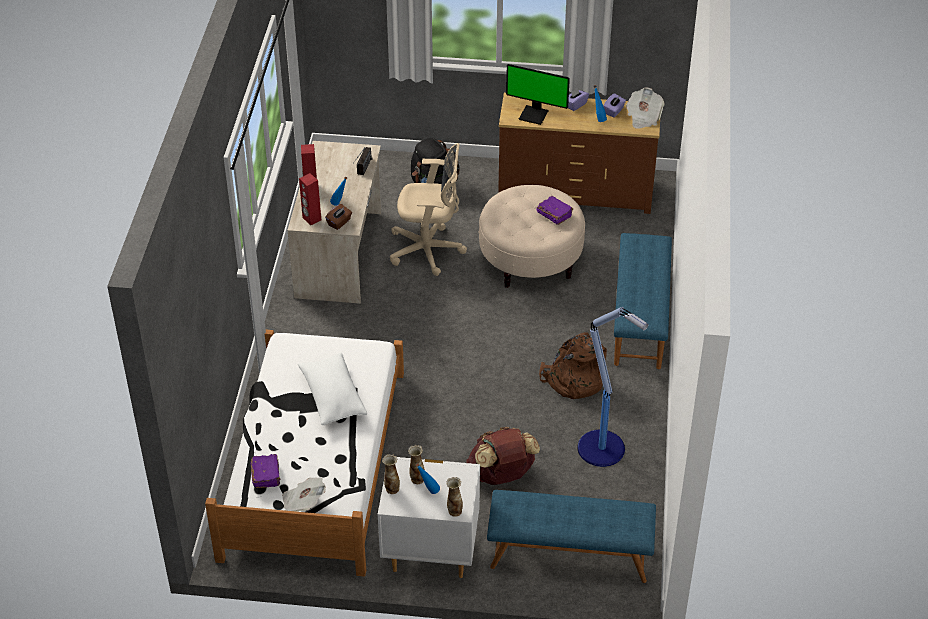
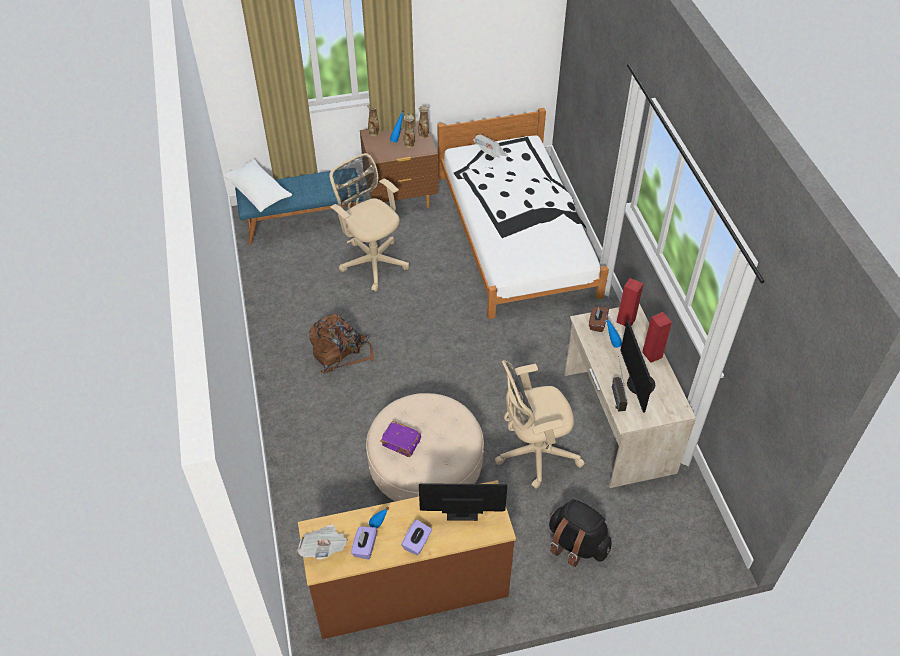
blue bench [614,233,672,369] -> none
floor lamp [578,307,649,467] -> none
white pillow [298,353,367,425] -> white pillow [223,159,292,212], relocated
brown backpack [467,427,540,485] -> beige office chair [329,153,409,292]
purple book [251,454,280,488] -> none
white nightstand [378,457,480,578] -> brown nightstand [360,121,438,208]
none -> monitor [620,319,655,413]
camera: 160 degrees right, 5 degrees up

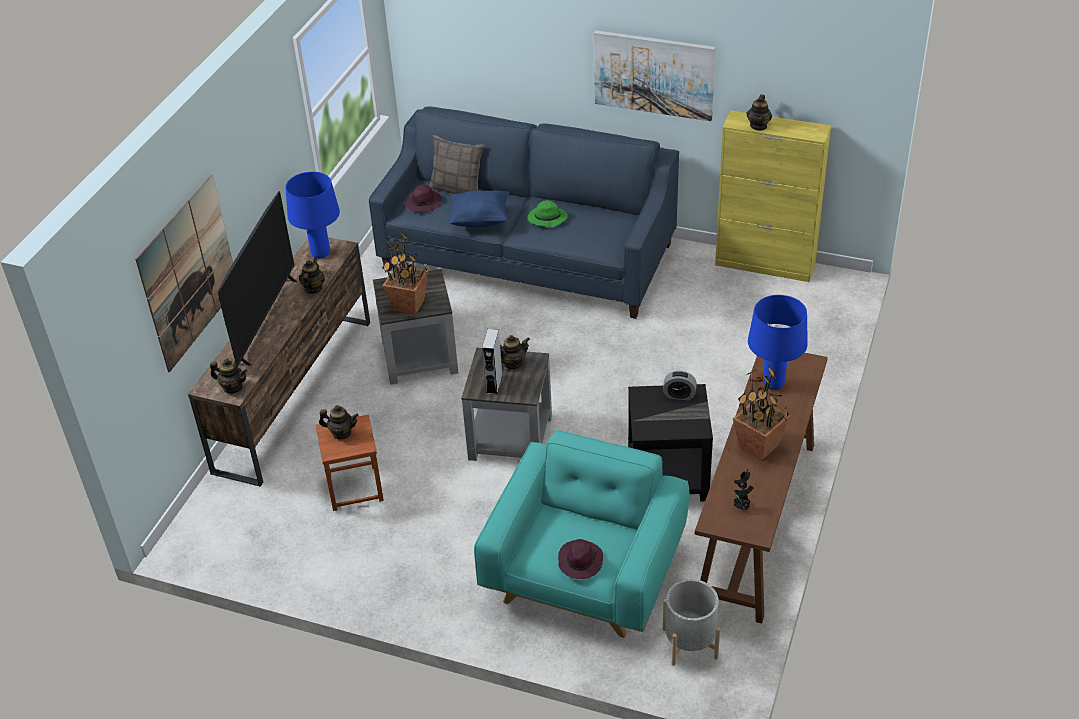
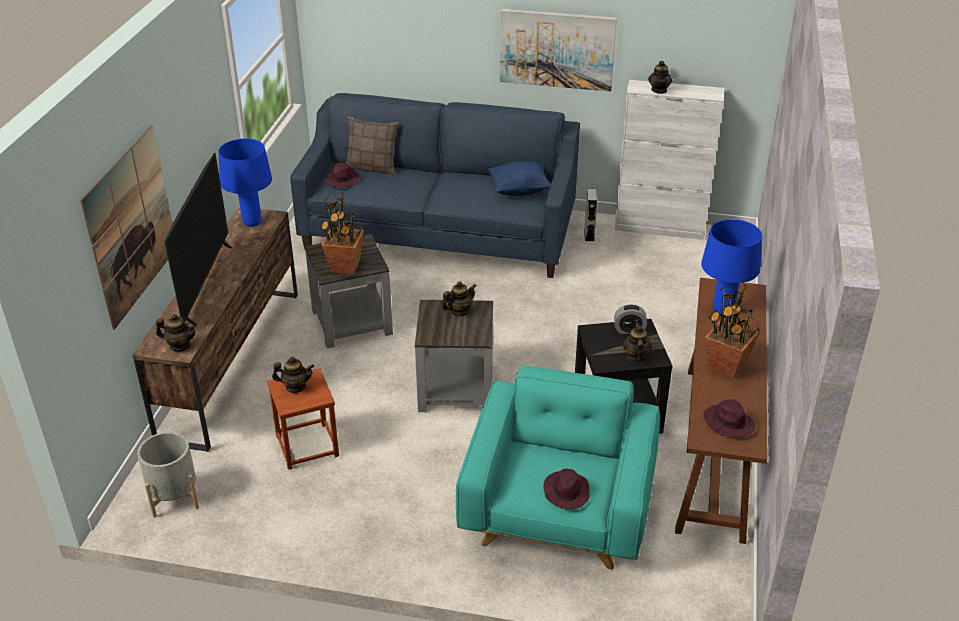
yellow cabinet [715,110,831,282] -> white cabinet [615,80,724,240]
blue pillow [449,191,510,228] -> blue pillow [488,162,552,196], relocated
green hat [528,200,568,228] -> none
teapot [299,257,325,294] -> teapot [623,322,652,362], relocated
grey speaker [482,329,503,394] -> grey speaker [584,189,597,242], relocated
potted plant [734,469,754,510] -> purple hat [703,399,755,437]
grey planter [663,579,720,666] -> grey planter [138,432,199,518], relocated
camera: 10 degrees left, 5 degrees down

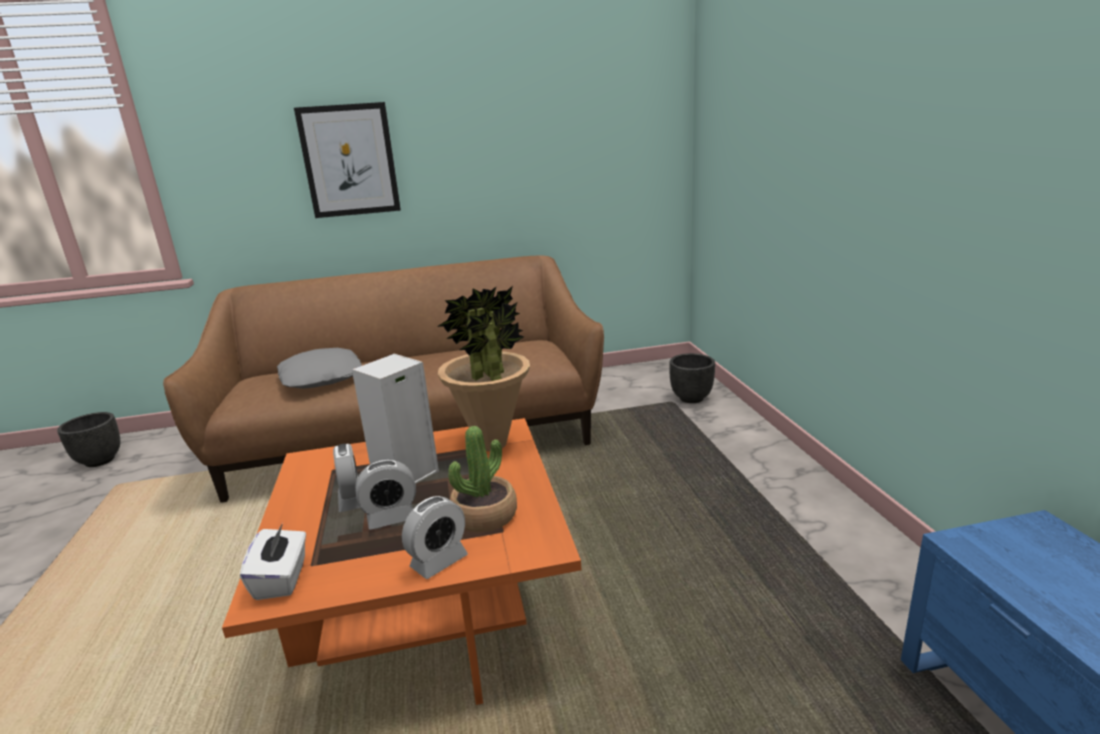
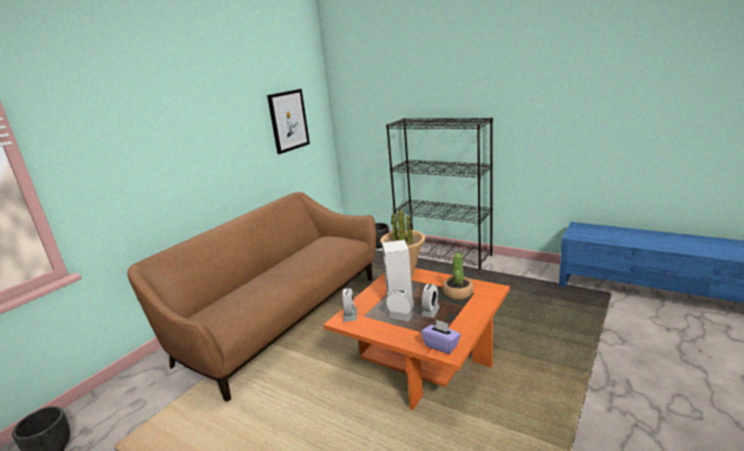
picture [294,102,401,218] -> picture [267,89,310,154], relocated
grey pillow [277,348,362,389] -> none
alarm clock [402,496,468,579] -> alarm clock [343,288,357,322], relocated
white tissue box [240,523,306,600] -> purple tissue box [421,319,461,354]
none -> black bookcase [386,117,493,270]
camera: 45 degrees left, 0 degrees up

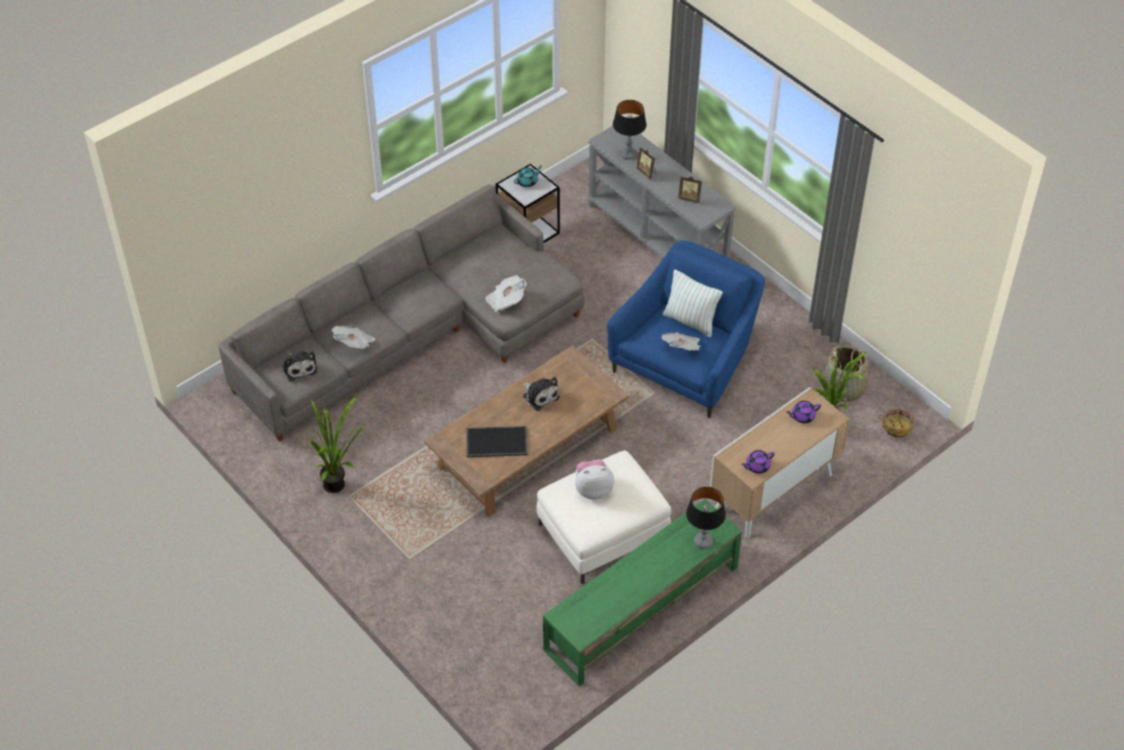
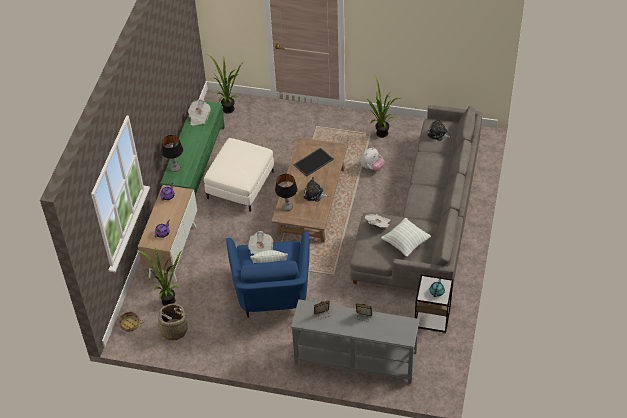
table lamp [613,100,647,160] -> table lamp [275,174,298,211], relocated
newspaper [332,326,375,349] -> newspaper [188,99,211,125], relocated
plush toy [575,459,614,500] -> plush toy [360,147,385,171], relocated
none -> potted plant [208,55,243,114]
none -> pillow [381,218,431,257]
camera: 145 degrees right, 0 degrees up

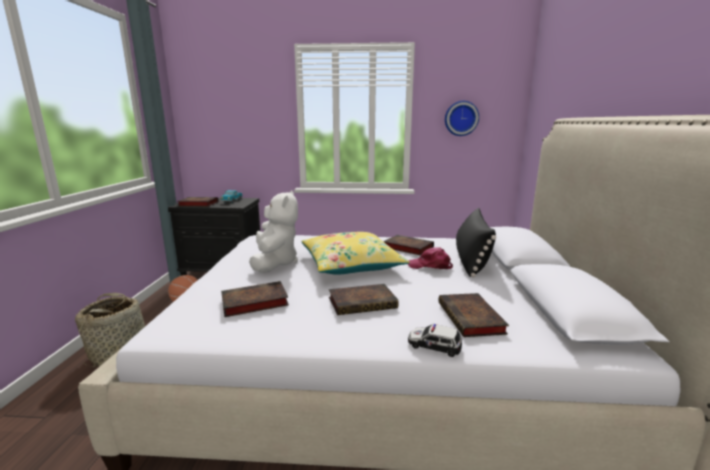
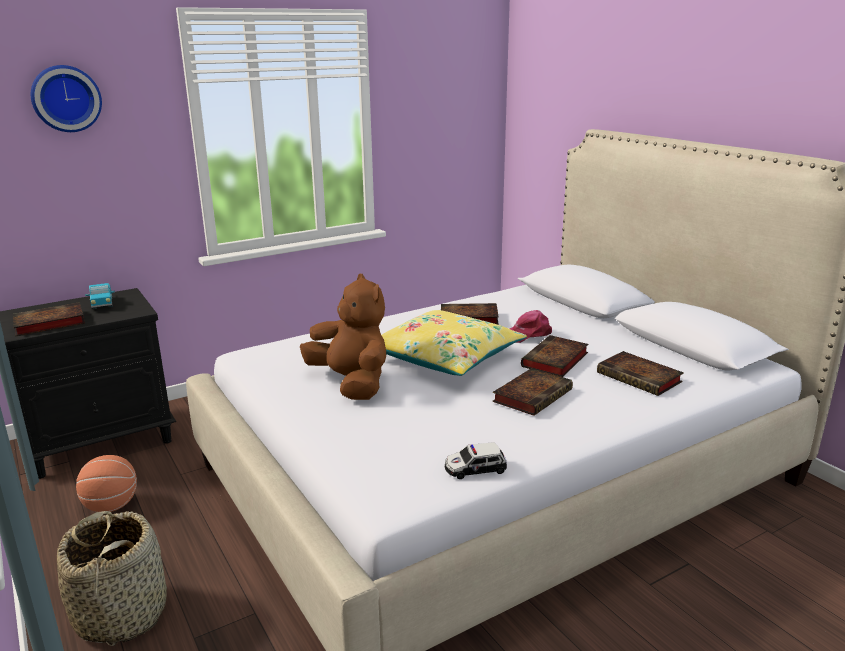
wall clock [445,101,479,136] -> wall clock [31,65,102,132], relocated
white plush toy [249,190,298,273] -> brown plush toy [300,274,386,400]
black pillow [456,208,496,278] -> none
book [221,281,289,317] -> book [521,335,588,377], relocated
toy car [408,324,462,357] -> toy car [445,442,507,479], relocated
camera: 35 degrees left, 5 degrees up

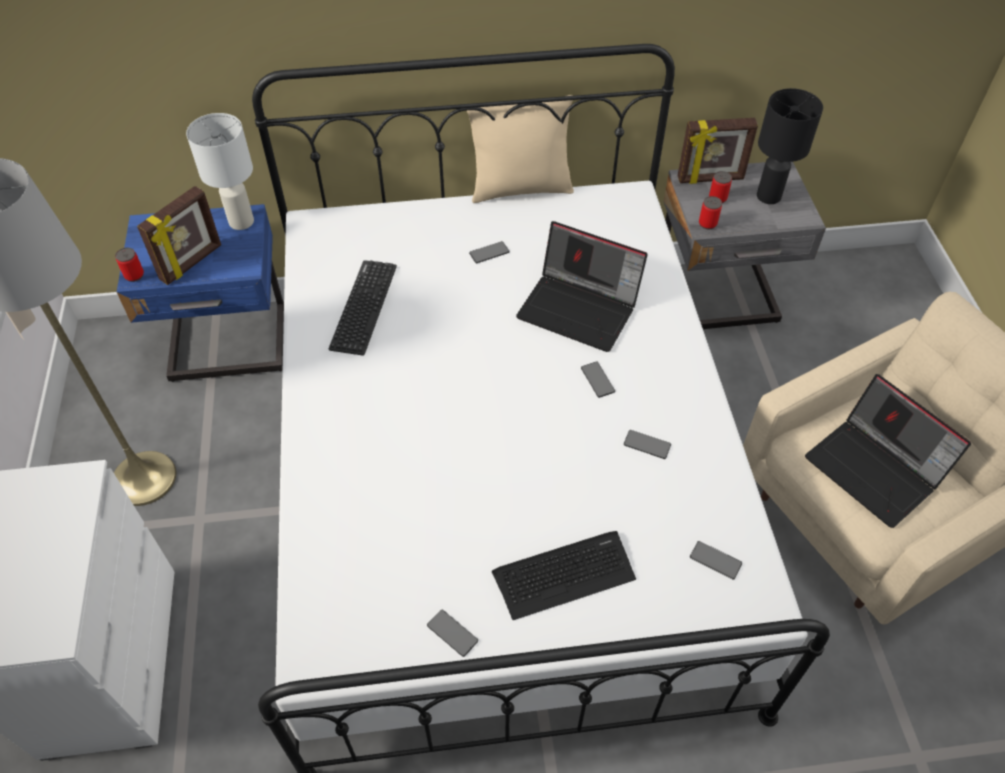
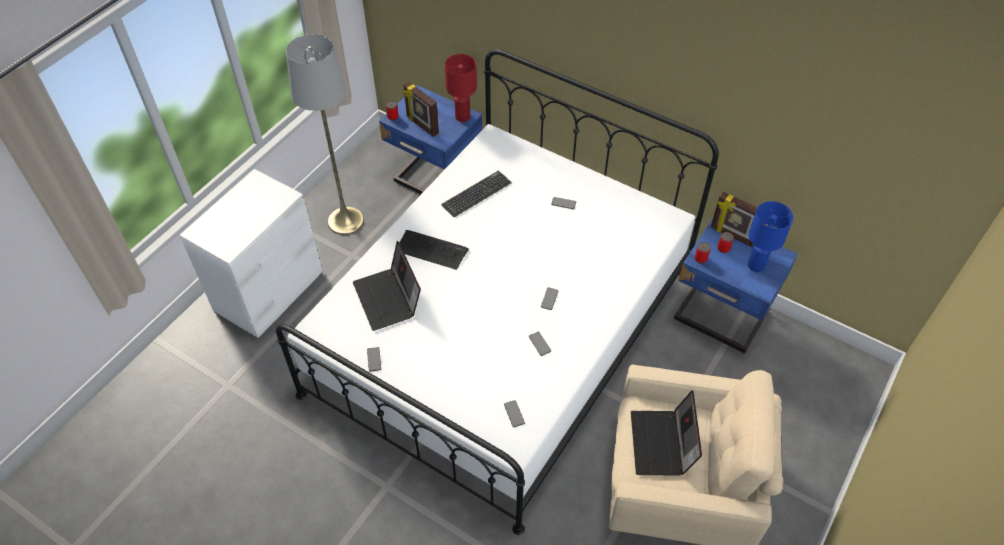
black table lamp [757,88,823,204] -> blue table lamp [748,201,794,272]
beige pillow [467,95,574,203] -> none
white table lamp [186,113,254,230] -> red table lamp [445,54,477,122]
grey nightstand [664,162,826,329] -> blue nightstand [674,218,797,353]
picture frame [137,186,221,285] -> picture frame [403,82,439,137], 60 degrees clockwise
laptop [516,221,647,352] -> laptop [353,241,421,331], relocated
keyboard [492,531,636,620] -> keyboard [400,230,469,270], relocated
camera: 40 degrees right, 0 degrees up

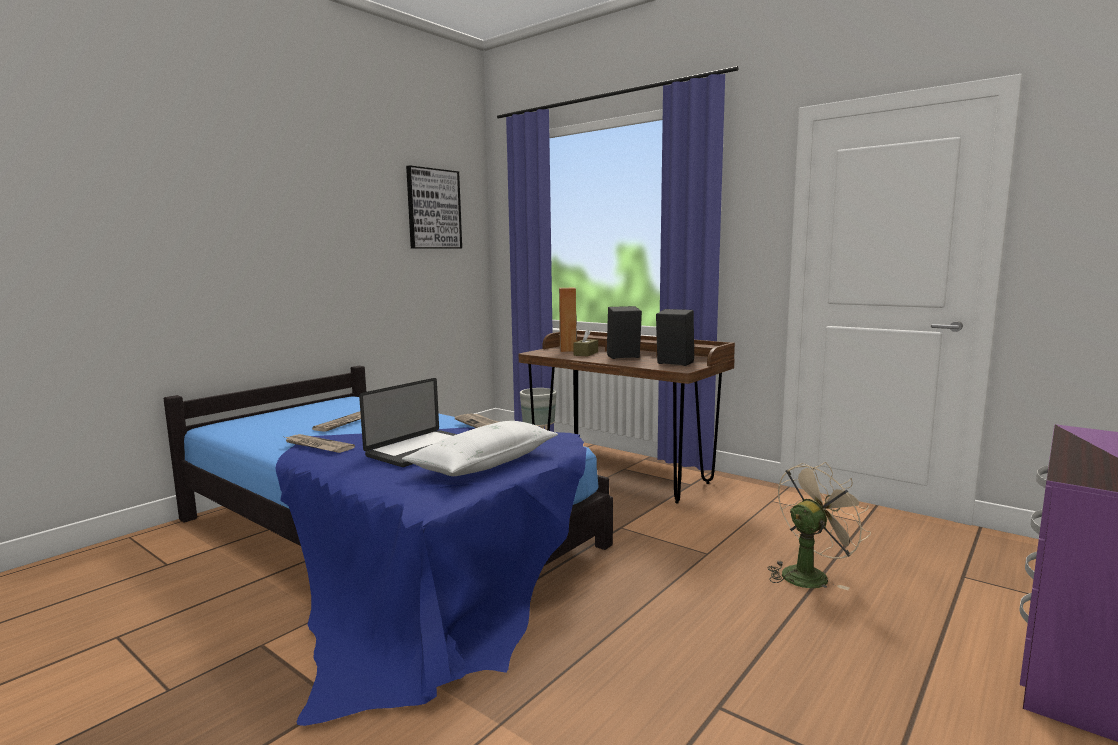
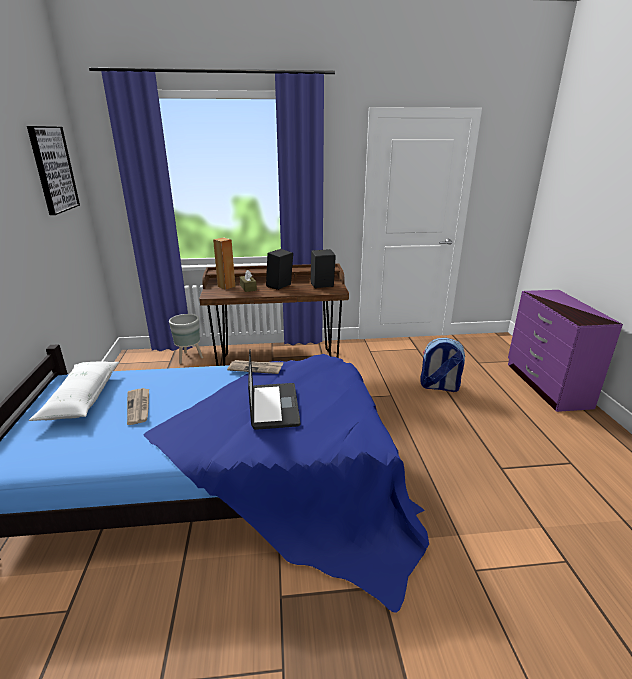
white pillow [402,421,558,476] -> white pillow [29,361,119,421], relocated
newspaper [285,434,355,453] -> none
beige fan [767,462,871,590] -> backpack [420,338,465,392]
camera: 45 degrees left, 15 degrees up

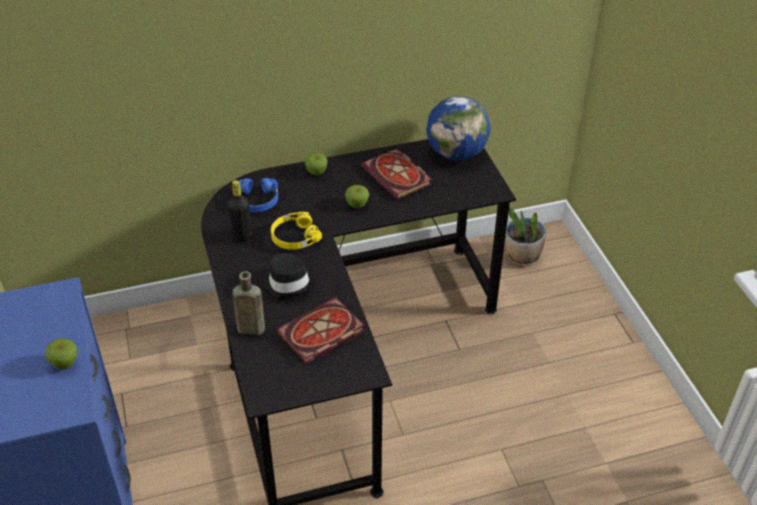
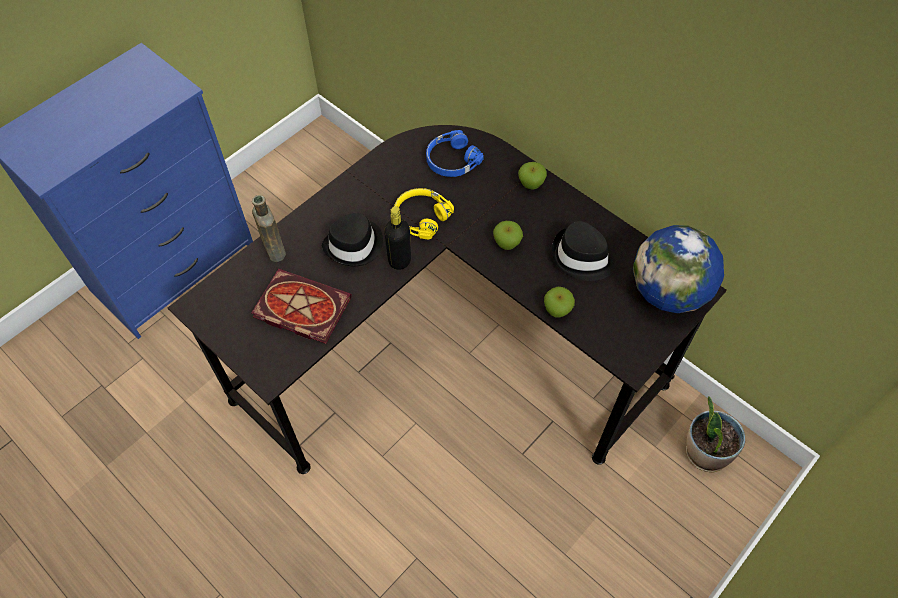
book [361,148,432,199] -> black hat [552,221,616,281]
black bottle [228,180,252,242] -> black bottle [384,206,411,270], relocated
apple [45,338,77,370] -> apple [544,287,575,317], relocated
camera: 60 degrees right, 15 degrees up

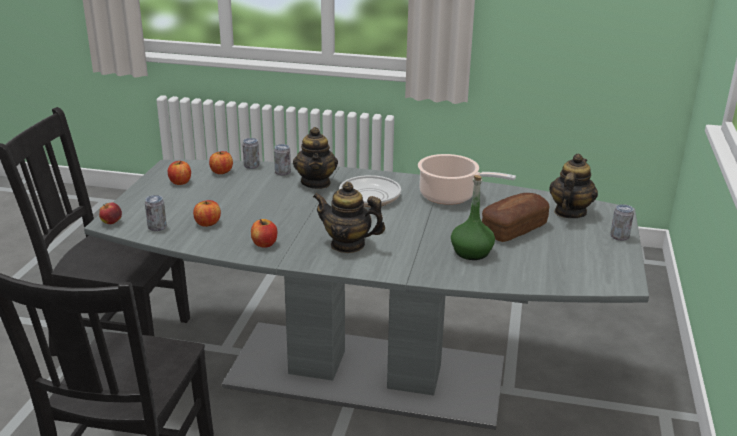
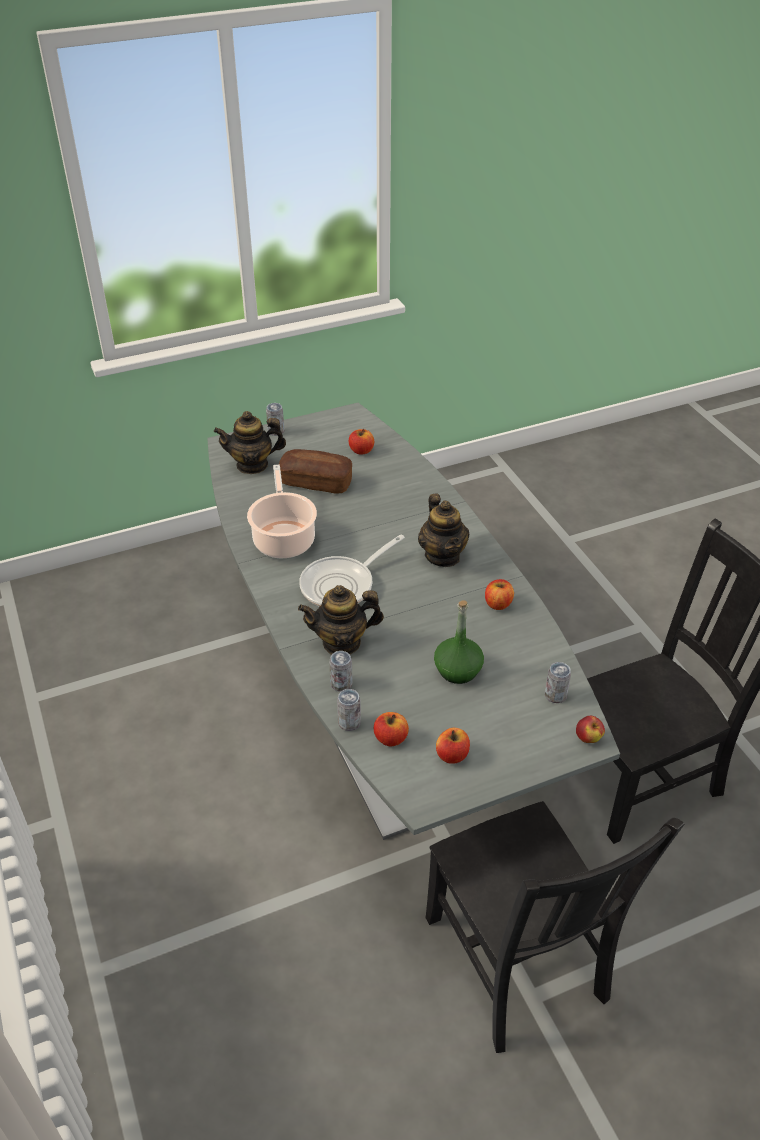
teapot [293,127,338,189] -> teapot [298,585,384,655], 150 degrees counterclockwise
green bottle [451,175,495,260] -> green bottle [434,600,484,684], relocated
apple [193,200,221,227] -> apple [349,429,374,455], relocated
camera: 125 degrees left, 15 degrees up

